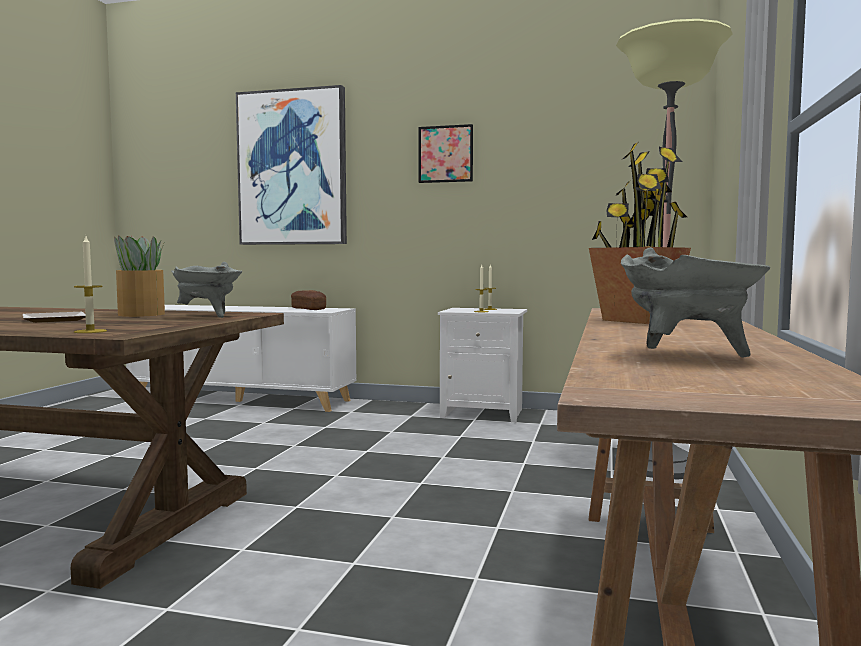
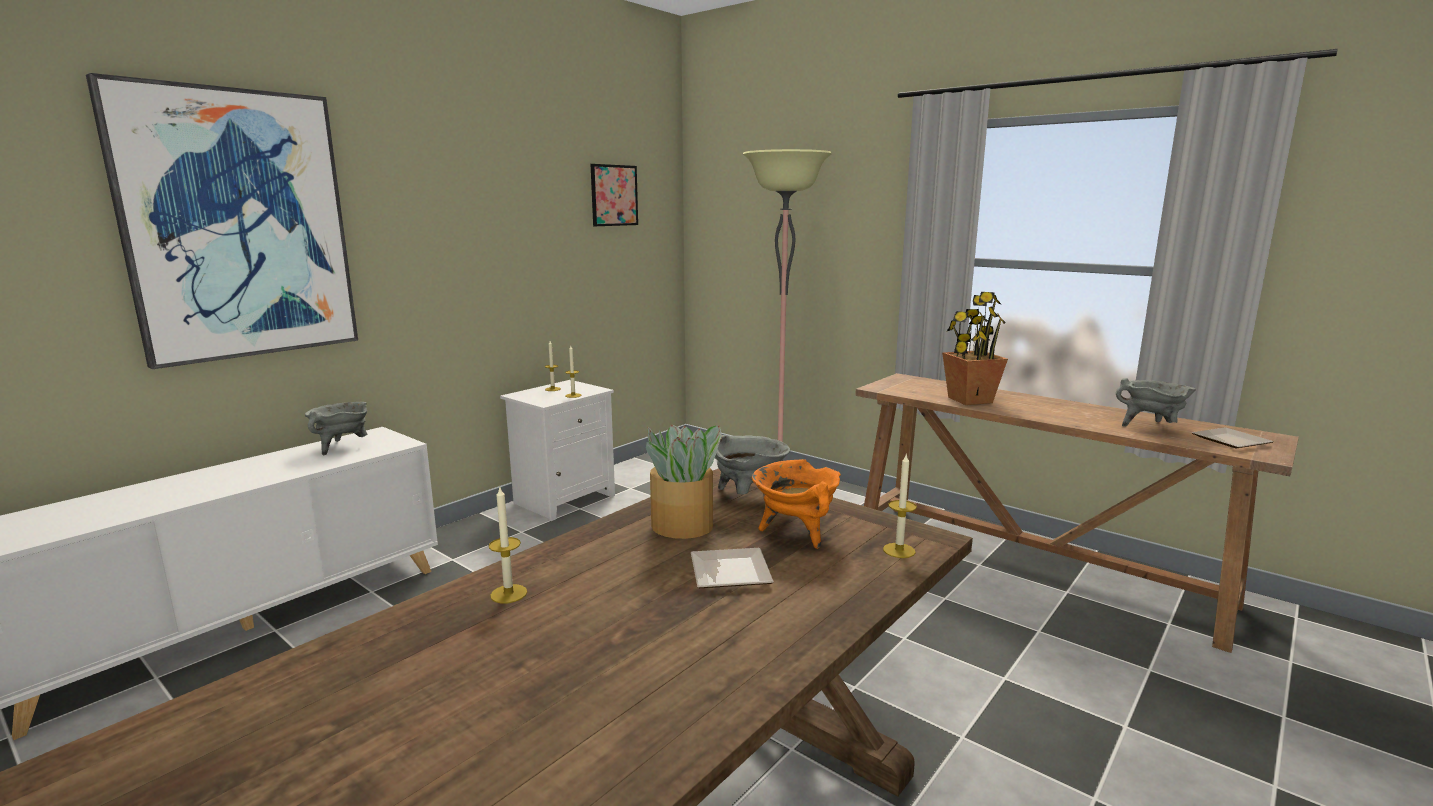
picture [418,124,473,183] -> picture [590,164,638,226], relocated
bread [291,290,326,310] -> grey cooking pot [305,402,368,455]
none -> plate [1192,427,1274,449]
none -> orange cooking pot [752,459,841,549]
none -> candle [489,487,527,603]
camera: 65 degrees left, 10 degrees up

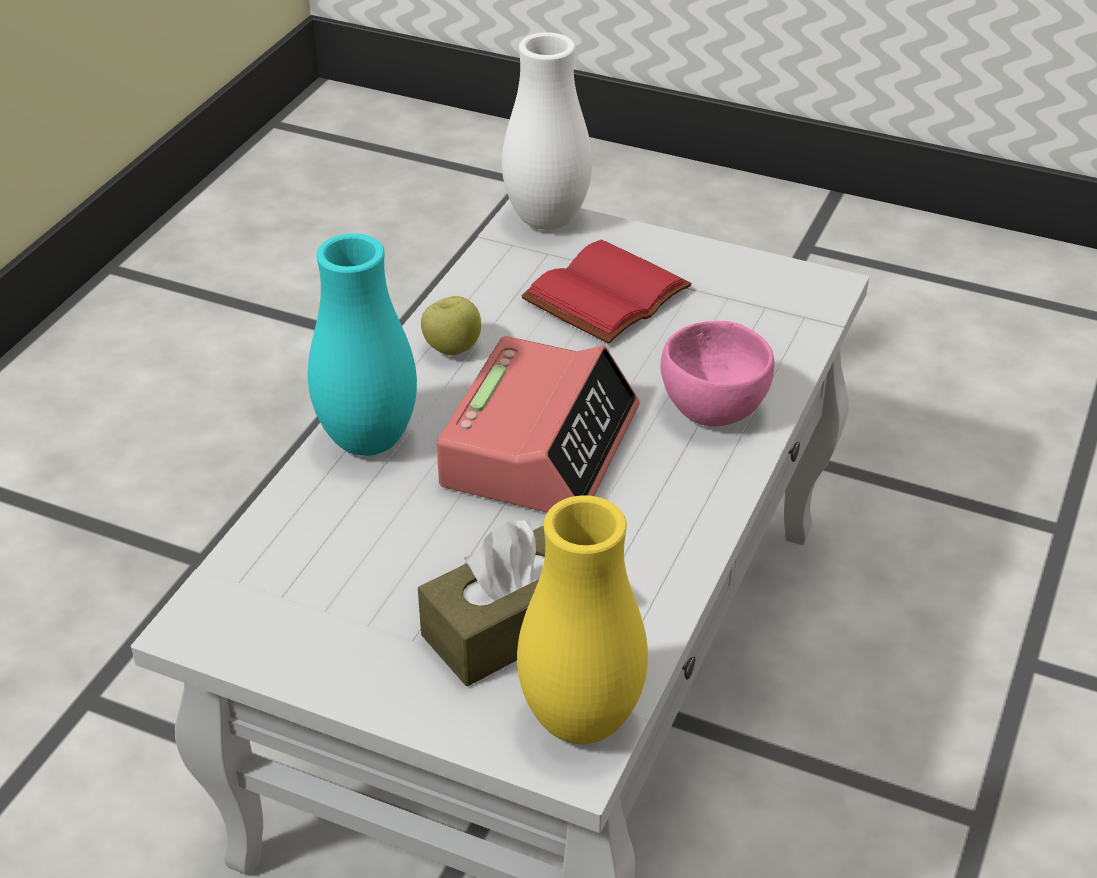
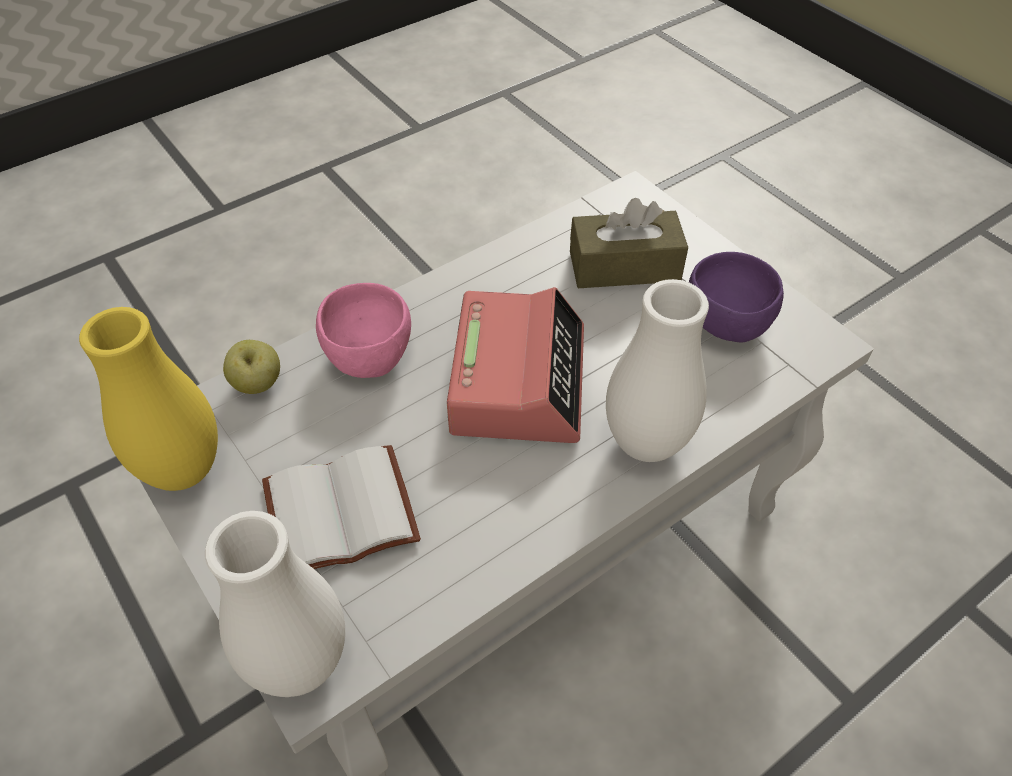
turquoise vase [308,233,417,456] -> white vase [606,279,709,462]
red book [521,240,692,344] -> white book [262,445,421,569]
apple [421,296,481,355] -> apple [223,340,280,394], relocated
alarm clock [437,336,639,512] -> alarm clock [447,287,584,443], 135 degrees clockwise
yellow vase [517,495,648,744] -> yellow vase [79,307,218,491], relocated
none -> purple bowl [689,252,784,343]
camera: 150 degrees left, 10 degrees up

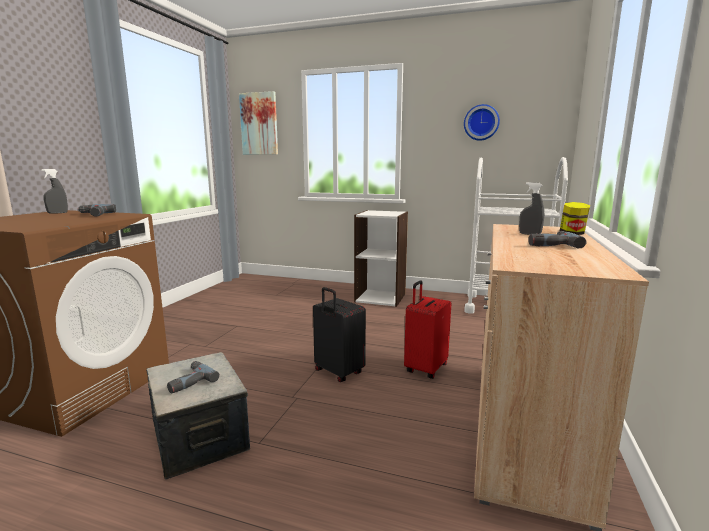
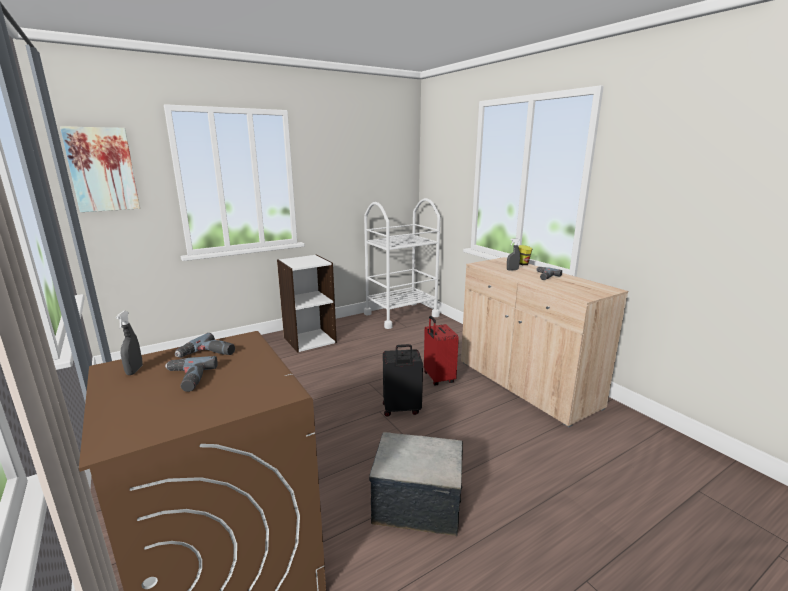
wall clock [464,104,500,141] -> none
power drill [167,361,220,393] -> power drill [165,356,218,392], relocated
camera: 50 degrees left, 5 degrees up

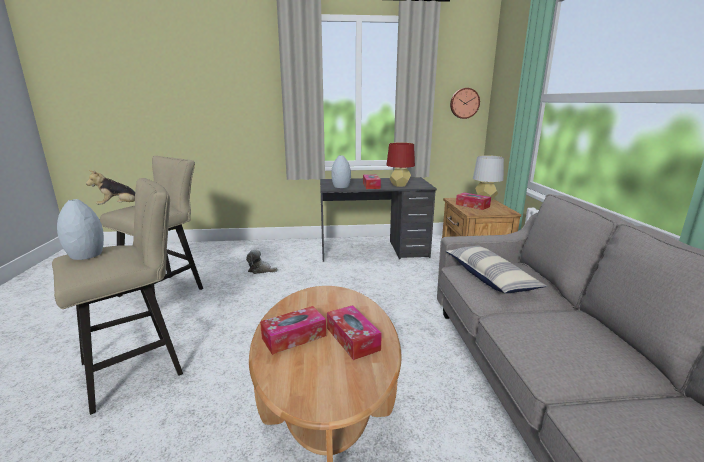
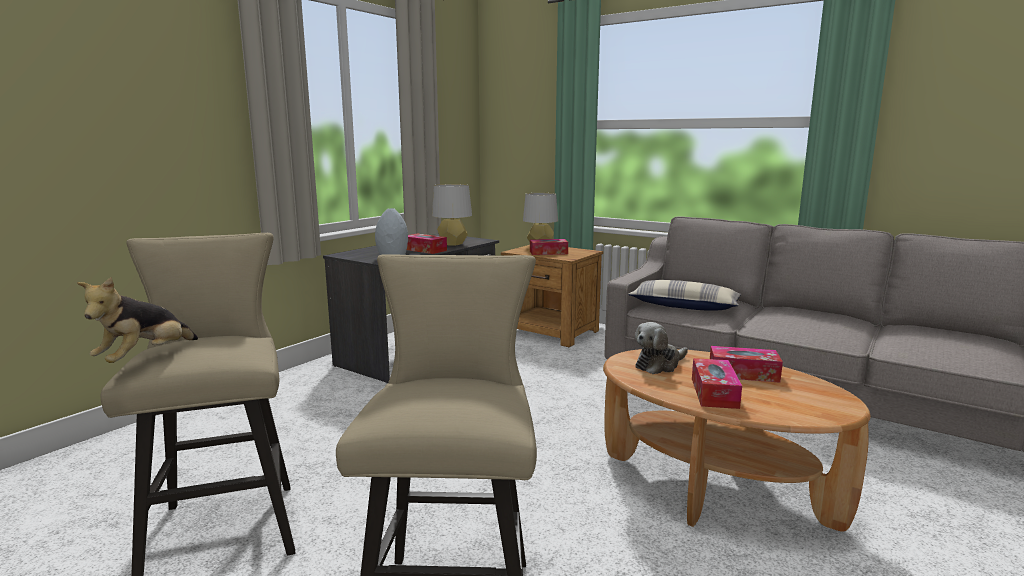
wall clock [450,88,480,119] -> none
red table lamp [387,142,415,187] -> grey table lamp [432,184,472,246]
grey vase [57,199,104,260] -> none
plush toy [246,249,277,274] -> plush toy [635,322,688,374], relocated
camera: 50 degrees left, 5 degrees down

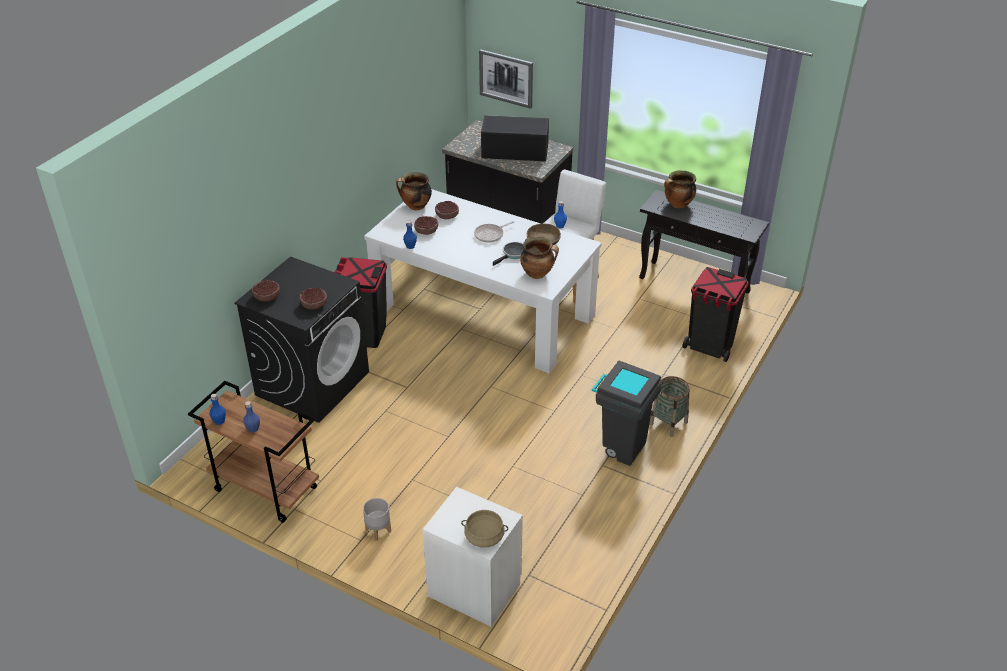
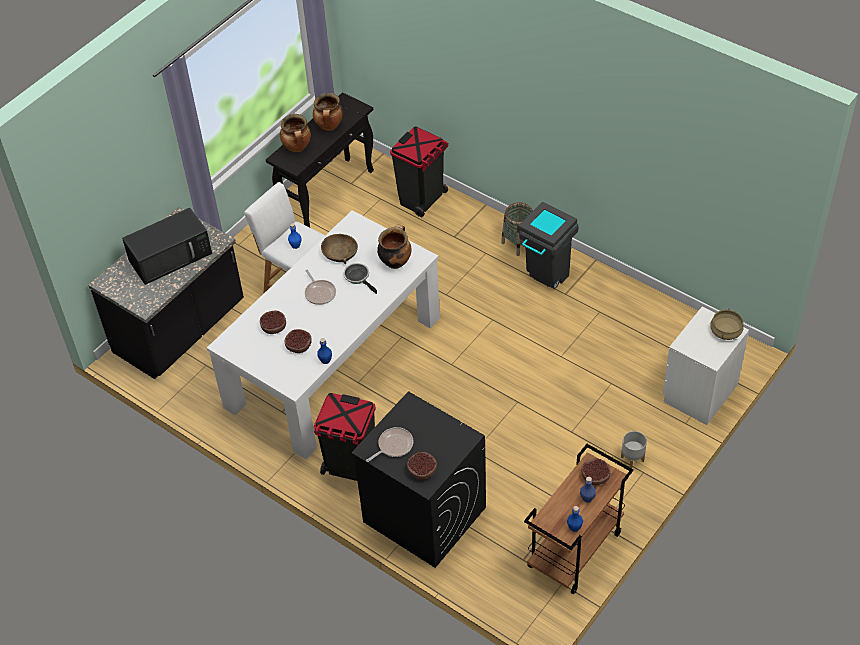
picture [479,49,533,109] -> none
black microwave [481,115,549,161] -> black microwave [122,207,212,285], 135 degrees counterclockwise
cooking pot [396,172,432,210] -> cooking pot [313,93,343,131], relocated
bowl [299,287,327,309] -> bowl [582,458,611,485], relocated
none -> frying pan [366,427,413,462]
camera: 80 degrees left, 10 degrees up

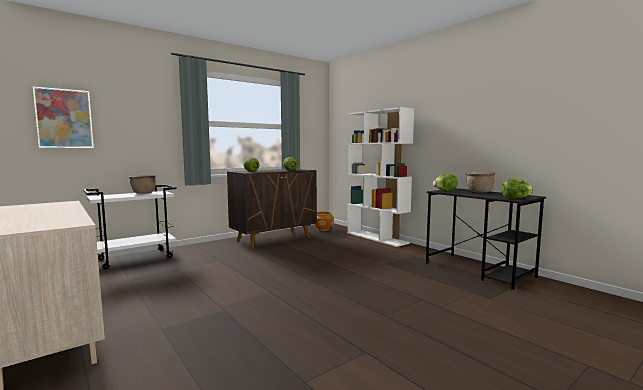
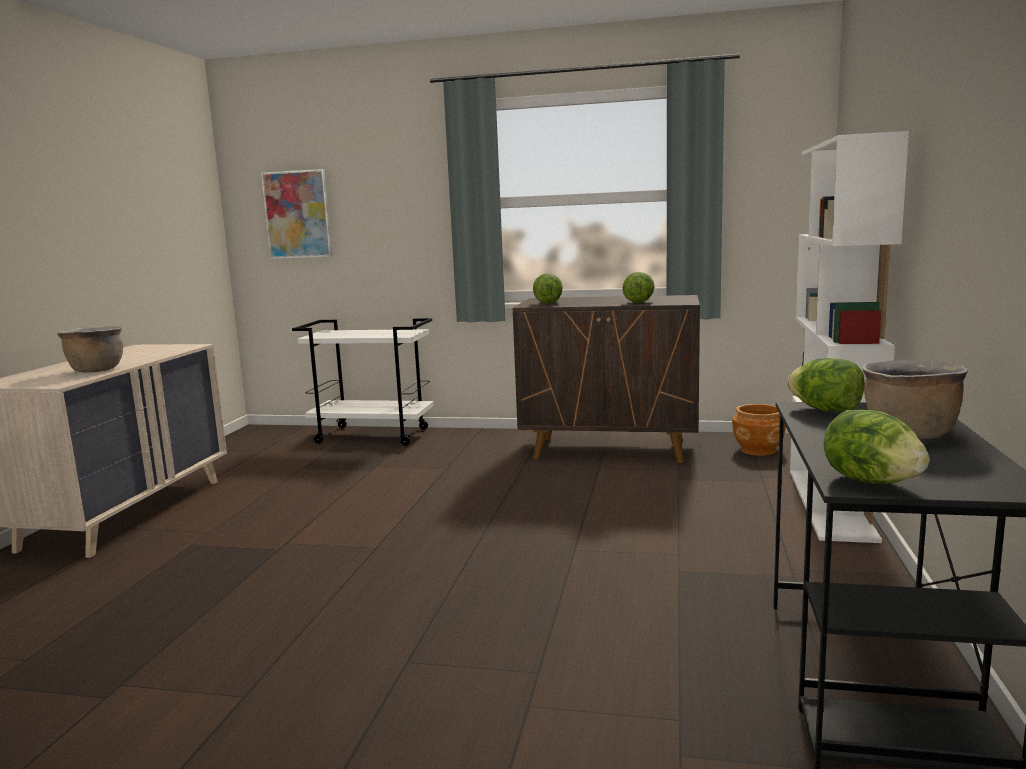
brown cooking pot [129,175,156,194] -> brown cooking pot [57,326,123,372], relocated
camera: 50 degrees right, 5 degrees up

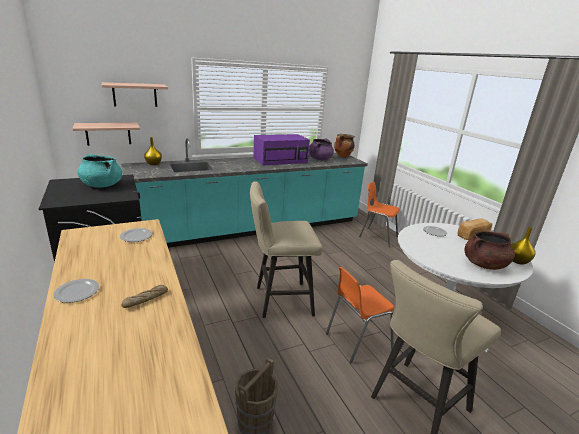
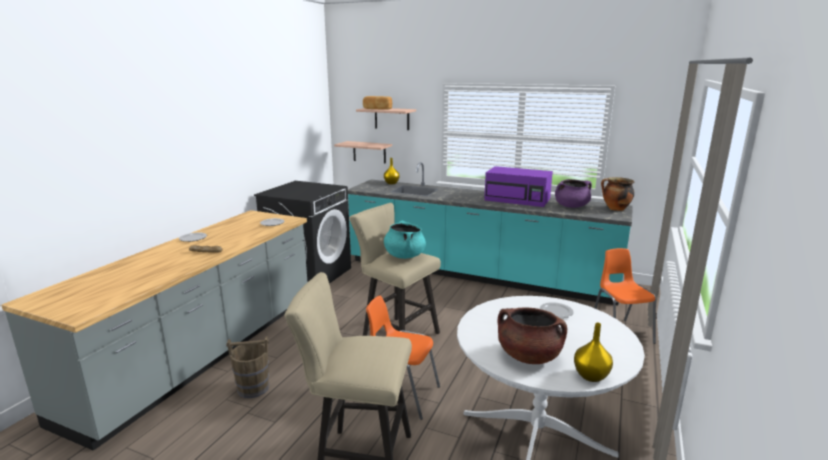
turquoise cooking pot [78,154,122,188] -> turquoise cooking pot [384,220,426,259], relocated
bread [458,218,492,240] -> bread [363,96,392,110], relocated
camera: 50 degrees right, 5 degrees down

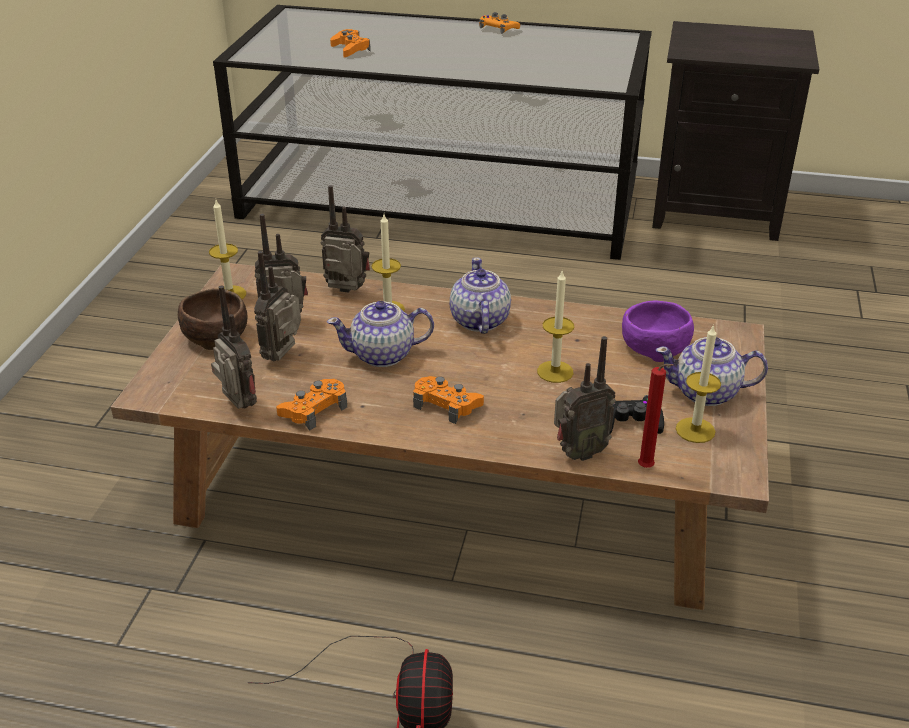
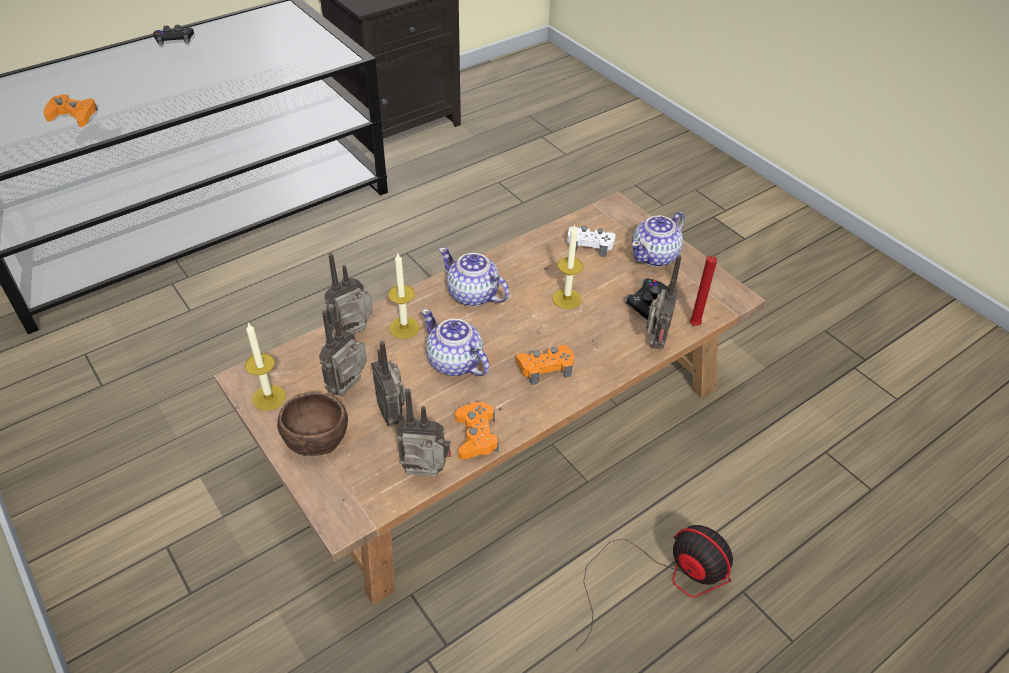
orange game controller [479,12,520,34] -> black game controller [153,25,194,46]
teapot [327,301,434,367] -> teapot [422,309,489,376], 105 degrees clockwise
purple bowl [622,301,694,362] -> white game controller [567,226,616,257]
candle [676,324,721,443] -> none
camera: 50 degrees left, 10 degrees up

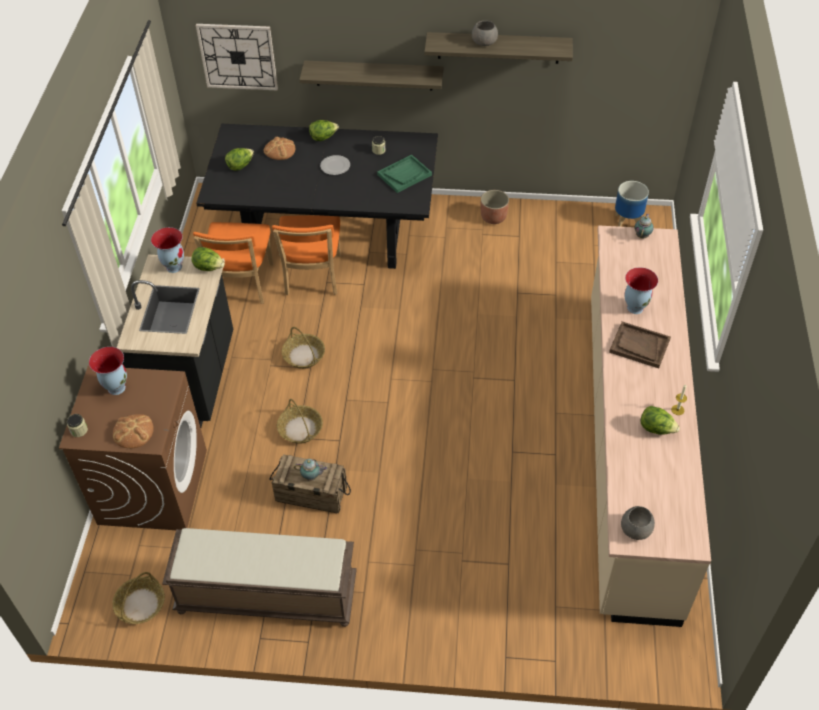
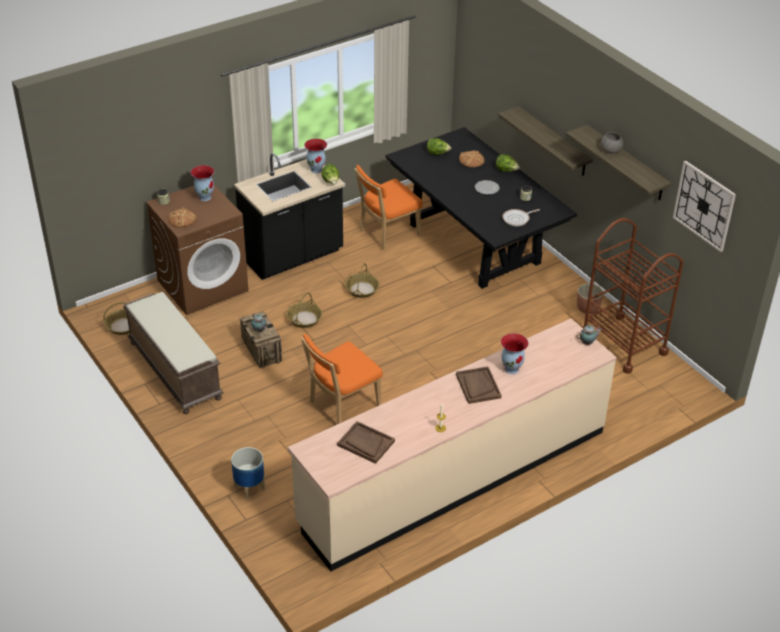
wall clock [196,24,278,91] -> wall clock [673,161,736,252], relocated
green tray [377,155,432,193] -> frying pan [503,209,540,226]
planter [615,181,649,227] -> planter [231,447,265,500], relocated
orange chair [272,215,341,295] -> orange chair [301,333,383,424], relocated
lettuce [641,406,680,435] -> none
grey bowl [621,506,655,540] -> none
none -> brown cart [582,218,684,374]
none -> brown tray [337,421,395,464]
camera: 50 degrees right, 10 degrees down

